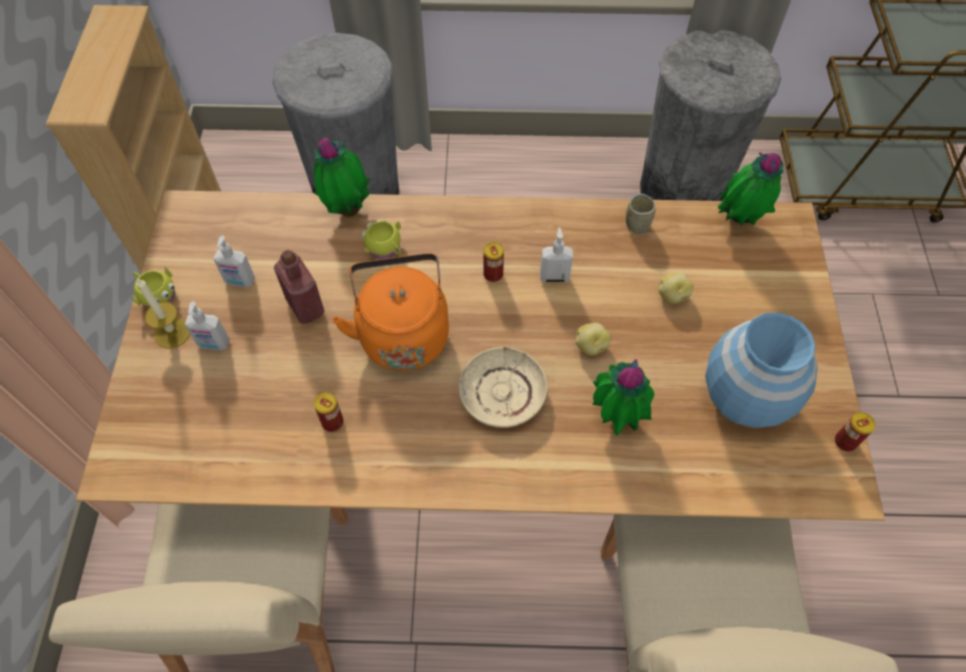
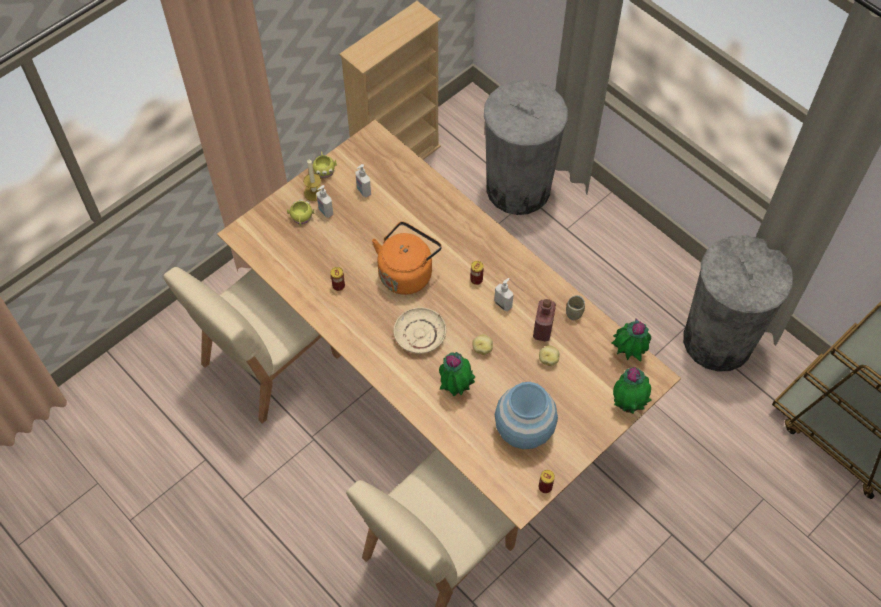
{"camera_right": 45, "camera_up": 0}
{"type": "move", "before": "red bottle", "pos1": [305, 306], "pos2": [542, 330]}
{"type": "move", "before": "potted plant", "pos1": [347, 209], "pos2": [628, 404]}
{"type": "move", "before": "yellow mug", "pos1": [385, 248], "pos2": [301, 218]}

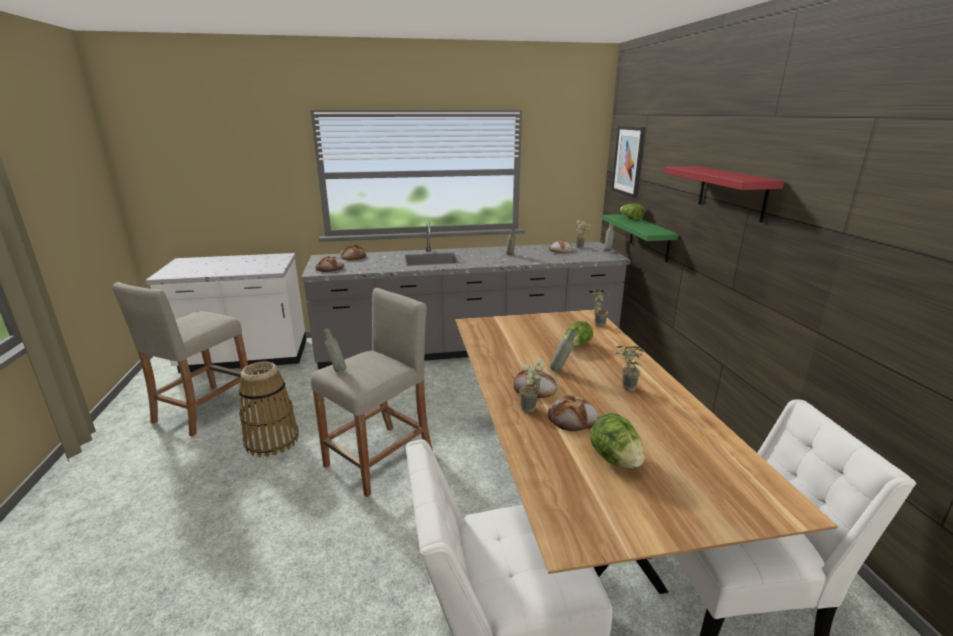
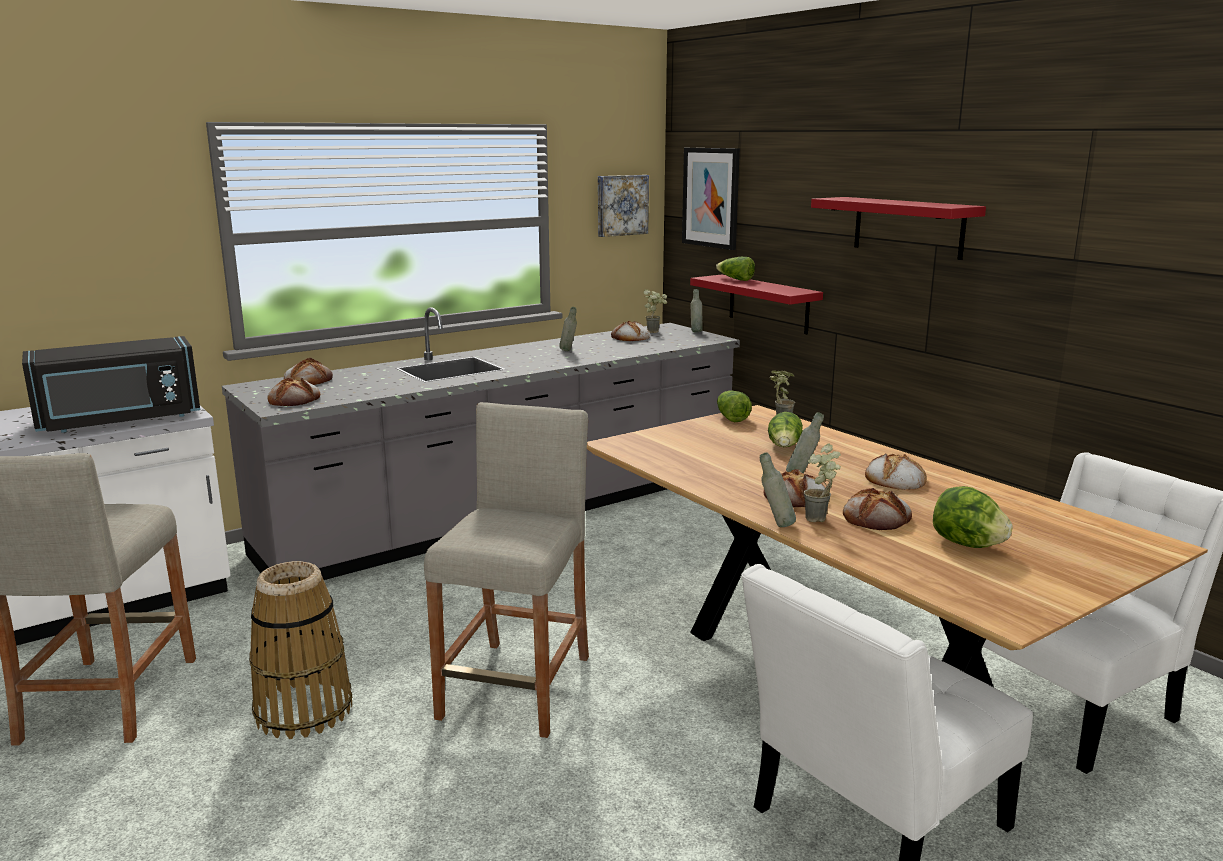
{"camera_right": -25, "camera_up": -5}
{"type": "move", "before": "grey bottle", "pos1": [336, 370], "pos2": [775, 525]}
{"type": "recolor", "before": "green shelf", "after": "red shelf", "pos1": [649, 237], "pos2": [768, 304]}
{"type": "replace", "before": "potted plant", "after": "bread", "pos1": [624, 388], "pos2": [894, 480]}
{"type": "insert", "after": "black microwave", "pos2": [120, 421]}
{"type": "insert", "after": "picture", "pos2": [621, 205]}
{"type": "insert", "after": "lettuce", "pos2": [731, 417]}

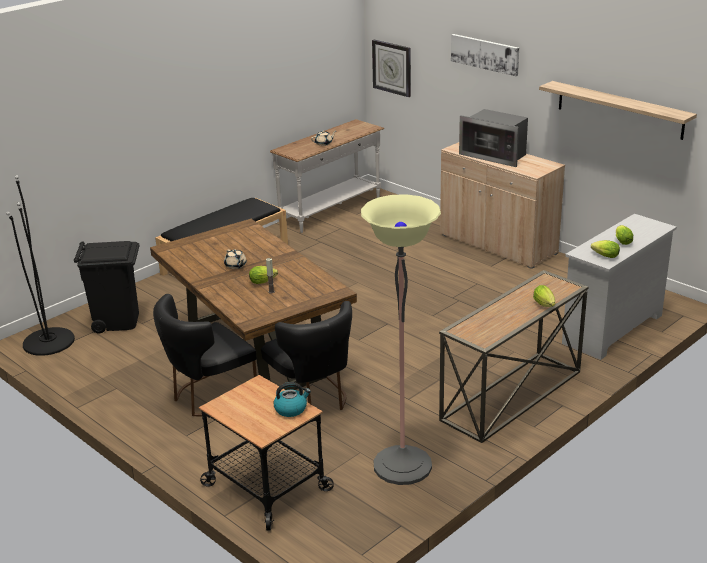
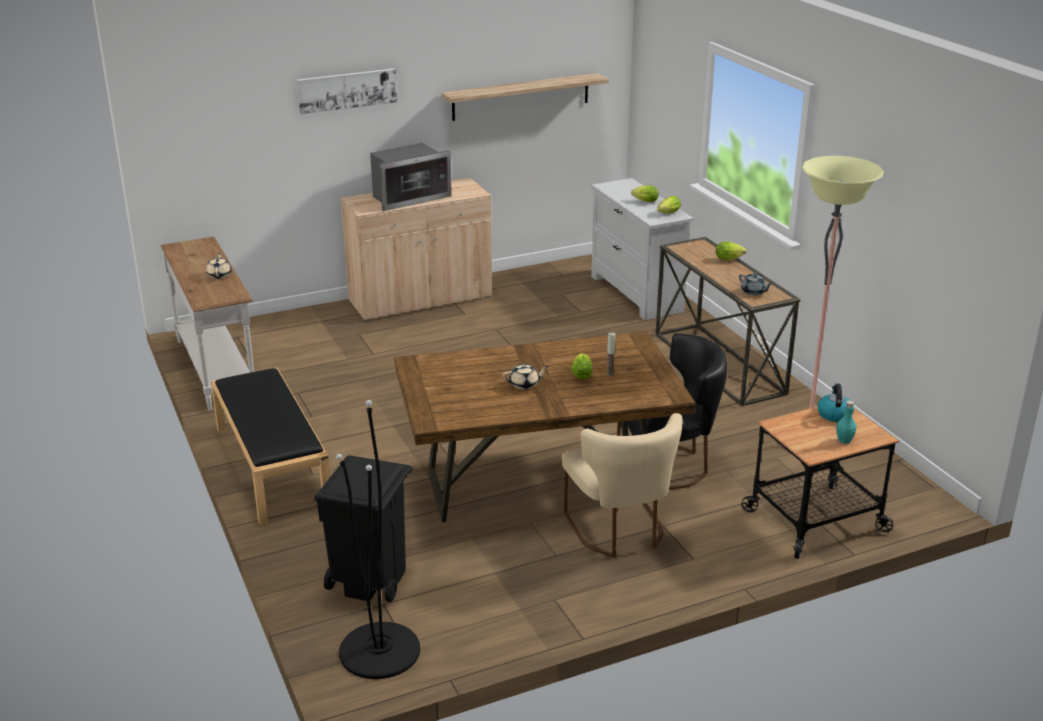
{"camera_right": -70, "camera_up": 0}
{"type": "recolor", "before": "black chair", "after": "beige chair", "pos1": [208, 397], "pos2": [620, 531]}
{"type": "delete", "before": "wall clock", "pos1": [392, 67]}
{"type": "insert", "after": "grey teapot", "pos2": [753, 292]}
{"type": "insert", "after": "turquoise bottle", "pos2": [844, 440]}

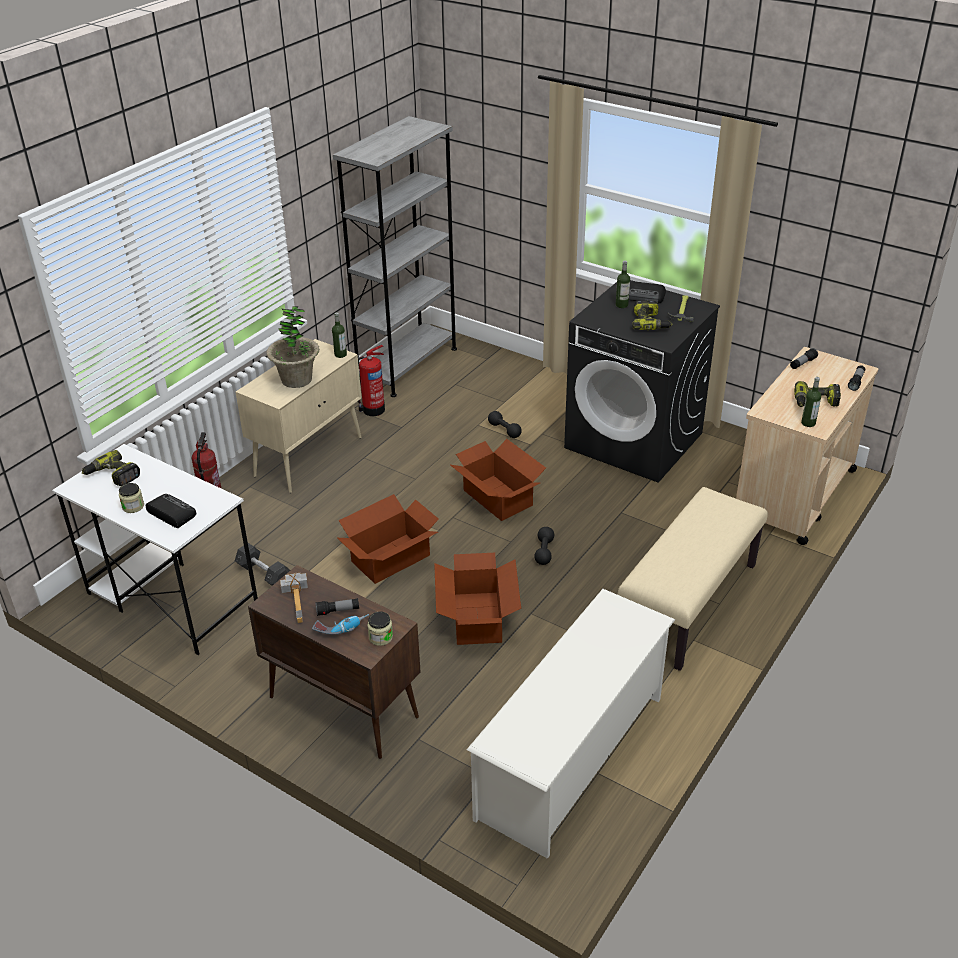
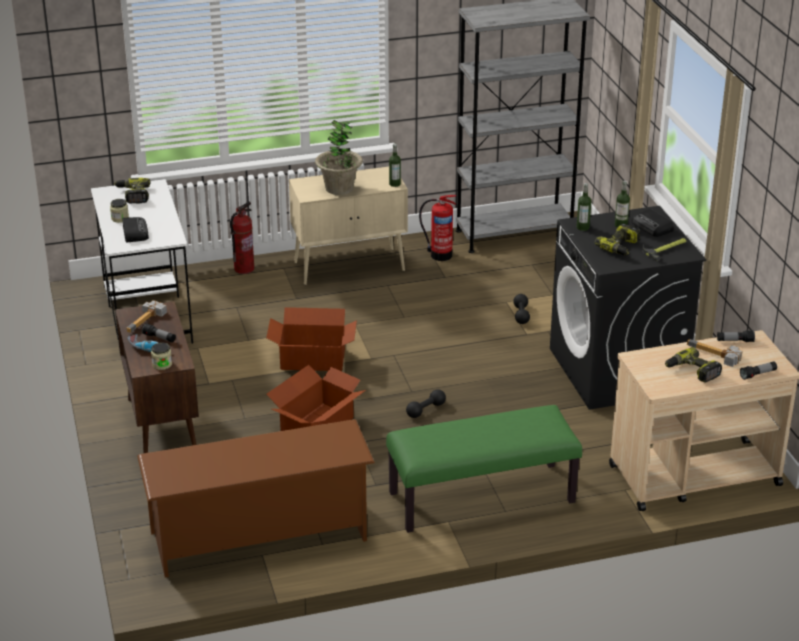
{"camera_right": 40, "camera_up": -5}
{"type": "delete", "before": "grey dumbbell", "pos1": [263, 574]}
{"type": "delete", "before": "cardboard box", "pos1": [498, 497]}
{"type": "recolor", "before": "white shoe rack", "after": "brown shoe rack", "pos1": [572, 756], "pos2": [259, 536]}
{"type": "recolor", "before": "beige bench", "after": "green bench", "pos1": [689, 604], "pos2": [481, 498]}
{"type": "move", "before": "bottle", "pos1": [808, 423], "pos2": [582, 227]}
{"type": "insert", "after": "hammer", "pos2": [713, 356]}

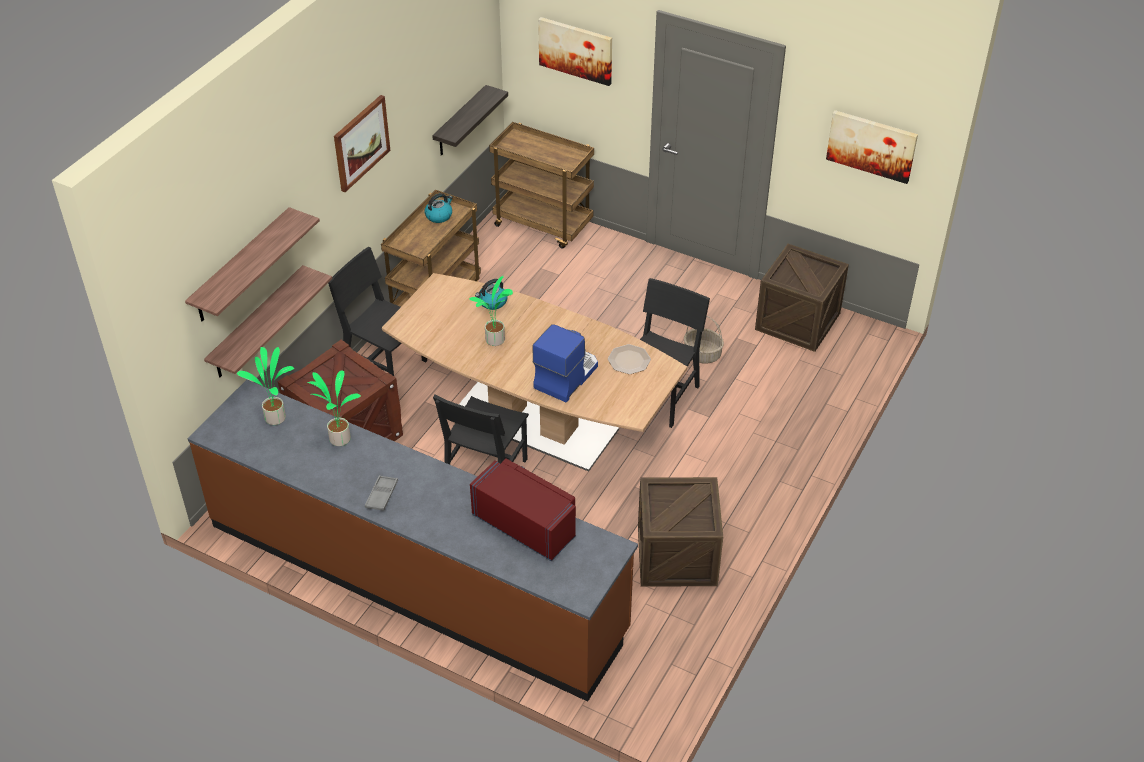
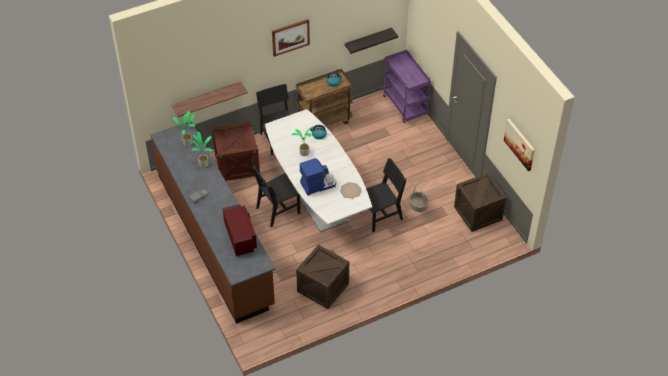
{"camera_right": 35, "camera_up": 5}
{"type": "delete", "before": "shelf", "pos1": [241, 266]}
{"type": "recolor", "before": "brown dining table", "after": "white dining table", "pos1": [533, 422], "pos2": [317, 198]}
{"type": "recolor", "before": "brown cart", "after": "purple cart", "pos1": [544, 225], "pos2": [405, 106]}
{"type": "delete", "before": "picture", "pos1": [576, 50]}

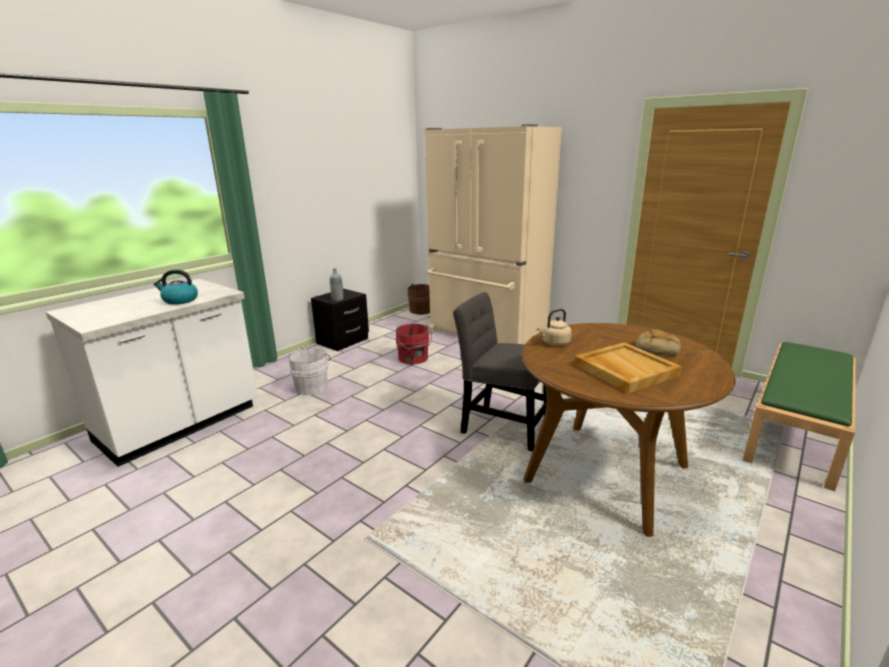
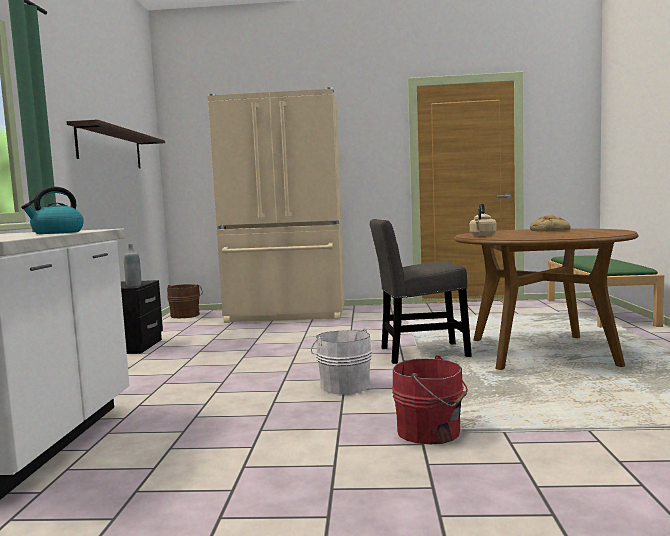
{"camera_right": -35, "camera_up": -15}
{"type": "move", "before": "white bucket", "pos1": [312, 386], "pos2": [344, 385]}
{"type": "move", "before": "red bucket", "pos1": [413, 358], "pos2": [431, 432]}
{"type": "delete", "before": "beige tray", "pos1": [624, 369]}
{"type": "insert", "after": "shelf", "pos2": [110, 148]}

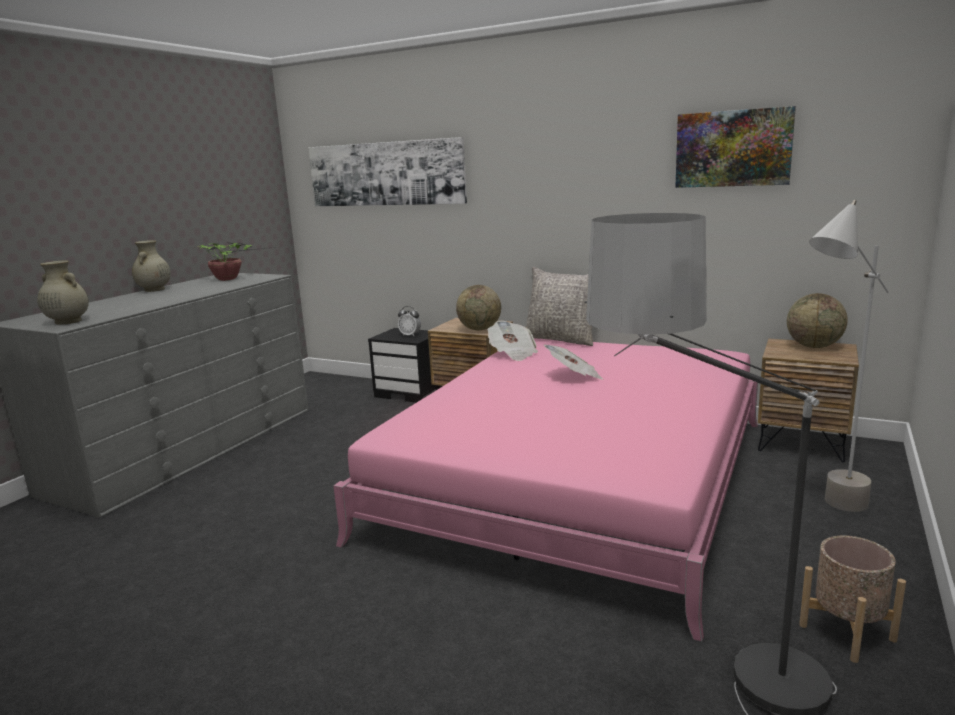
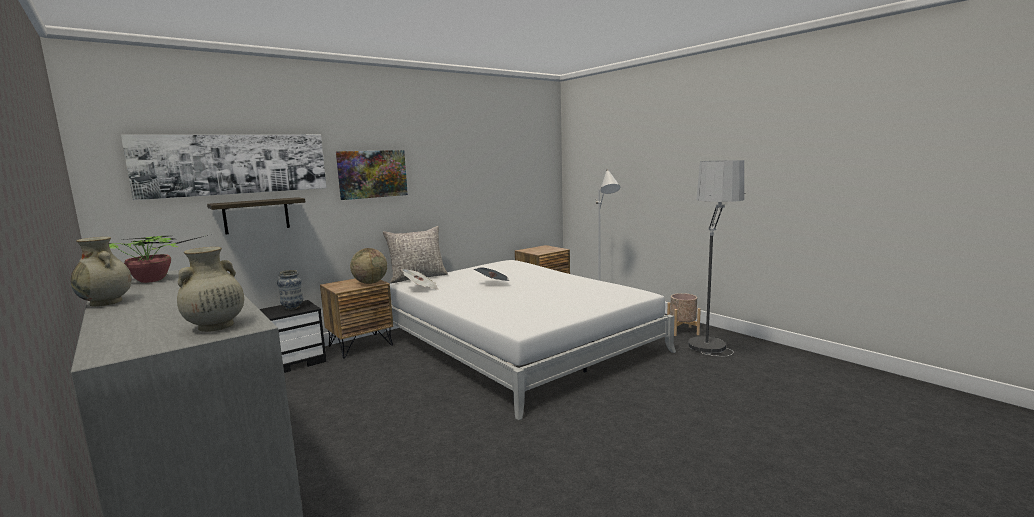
{"camera_right": -65, "camera_up": -5}
{"type": "recolor", "before": "pink bed", "after": "white bed", "pos1": [578, 477], "pos2": [516, 342]}
{"type": "replace", "before": "alarm clock", "after": "vase", "pos1": [410, 335], "pos2": [292, 308]}
{"type": "move", "before": "picture", "pos1": [733, 148], "pos2": [372, 174]}
{"type": "delete", "before": "globe", "pos1": [814, 346]}
{"type": "insert", "after": "shelf", "pos2": [256, 215]}

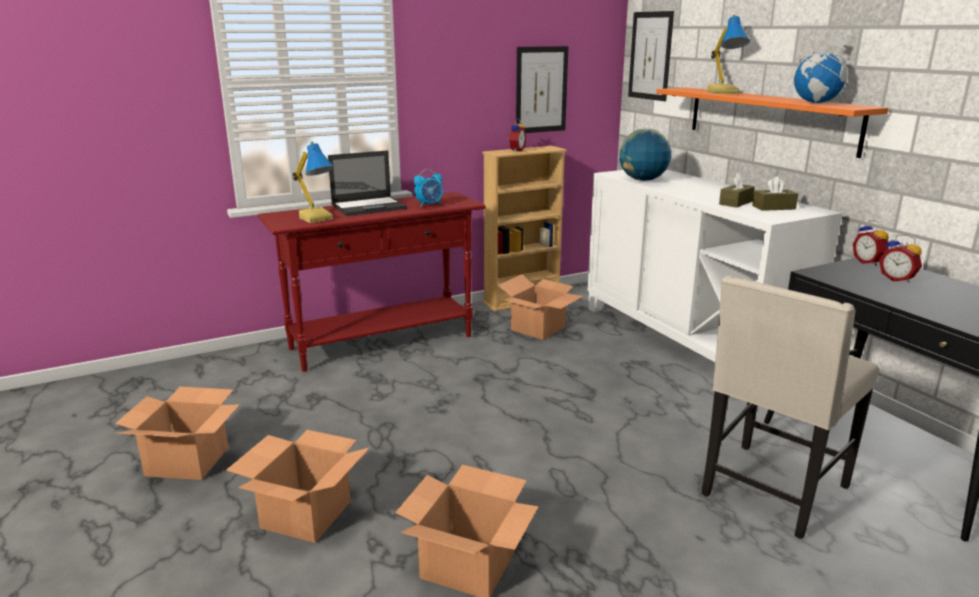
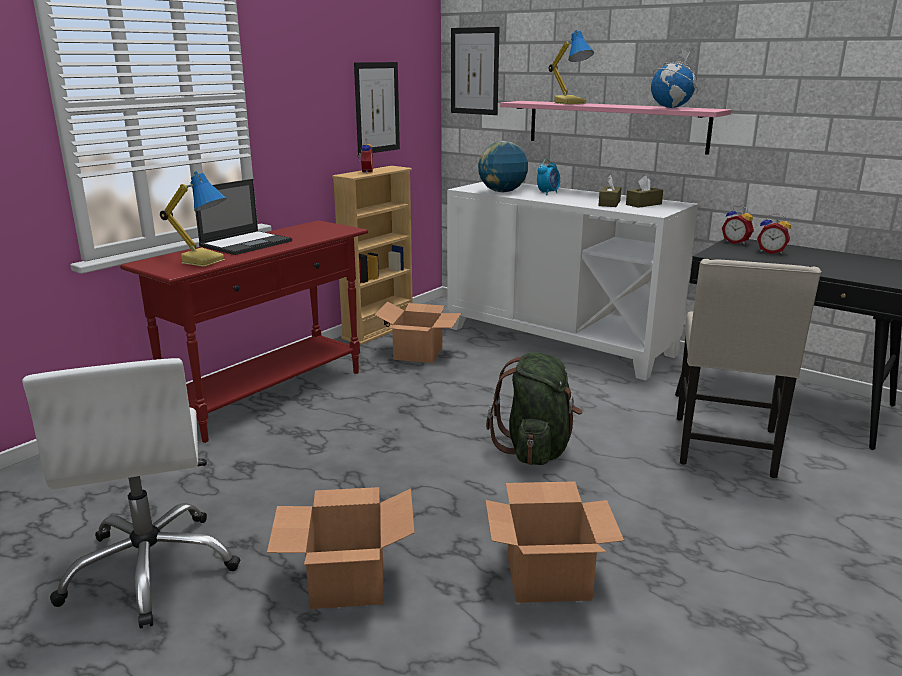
{"camera_right": -25, "camera_up": 0}
{"type": "replace", "before": "cardboard box", "after": "white office chair", "pos1": [186, 462], "pos2": [151, 568]}
{"type": "move", "before": "alarm clock", "pos1": [429, 205], "pos2": [548, 193]}
{"type": "recolor", "before": "orange shelf", "after": "pink shelf", "pos1": [769, 119], "pos2": [615, 126]}
{"type": "insert", "after": "green backpack", "pos2": [536, 449]}

